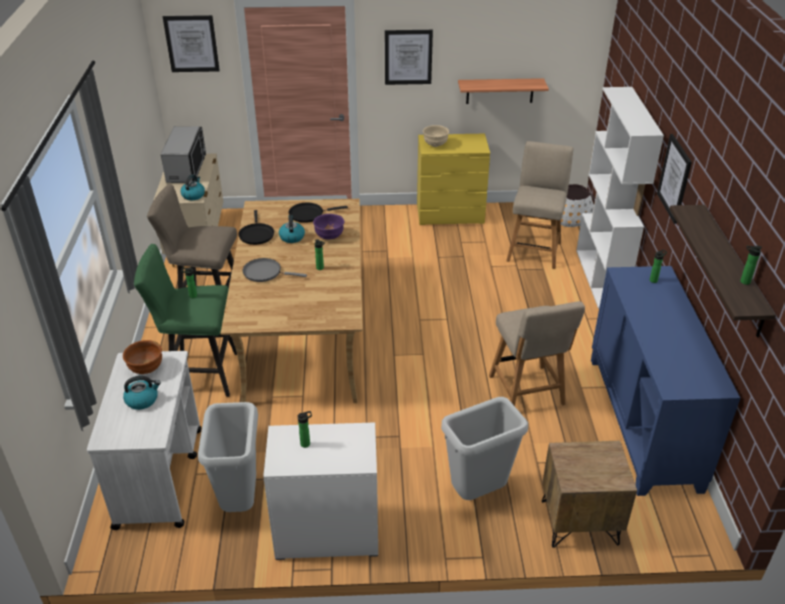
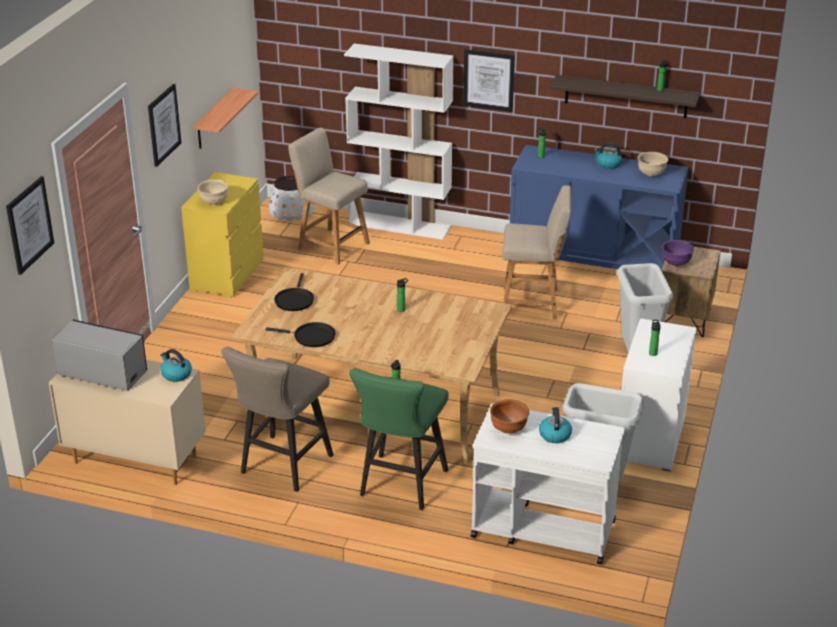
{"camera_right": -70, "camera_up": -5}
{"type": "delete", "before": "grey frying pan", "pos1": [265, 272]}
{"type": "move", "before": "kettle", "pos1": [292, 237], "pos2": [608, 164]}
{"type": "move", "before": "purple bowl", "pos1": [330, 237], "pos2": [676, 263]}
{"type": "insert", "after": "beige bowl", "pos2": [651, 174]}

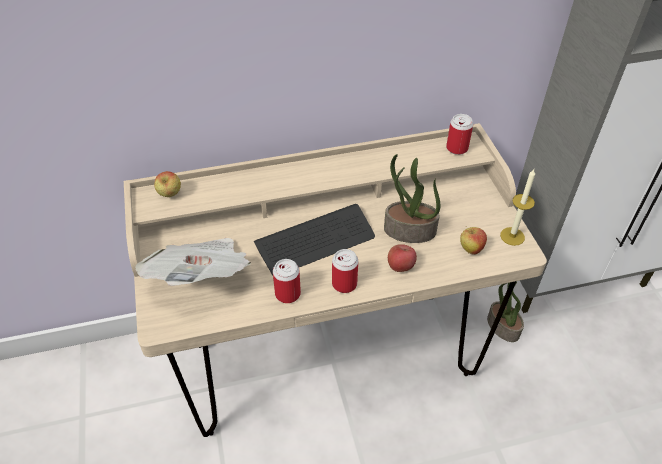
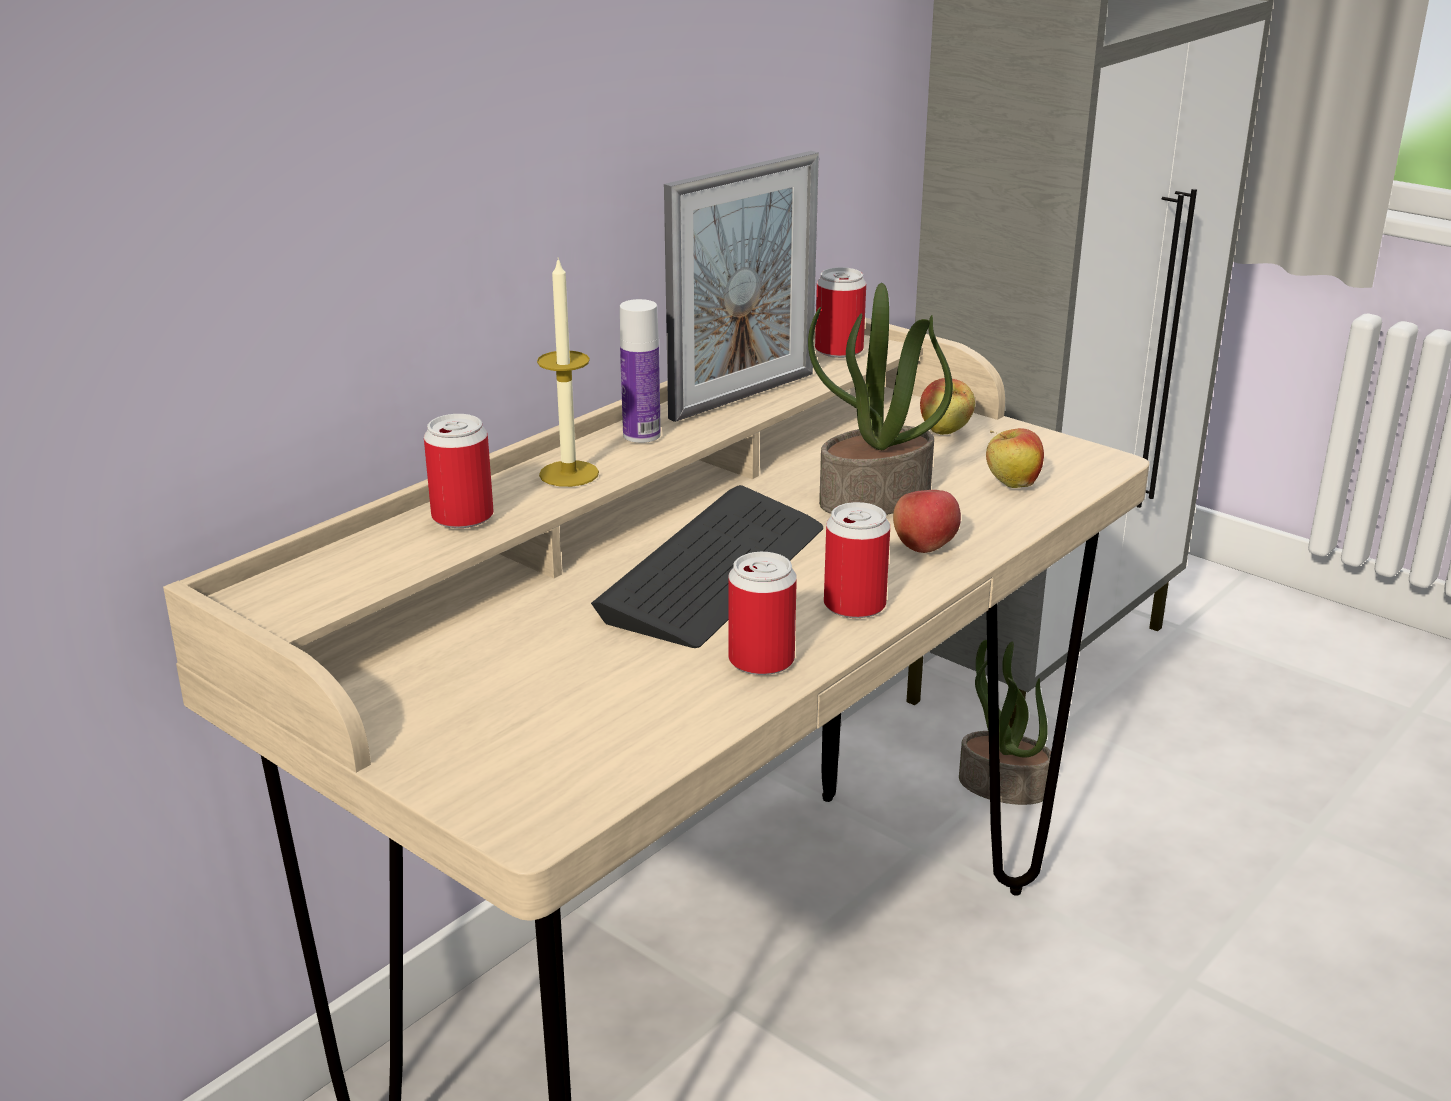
{"camera_right": -35, "camera_up": -20}
{"type": "delete", "before": "newspaper", "pos1": [202, 278]}
{"type": "move", "before": "apple", "pos1": [170, 195], "pos2": [945, 433]}
{"type": "move", "before": "candle", "pos1": [512, 236], "pos2": [569, 474]}
{"type": "insert", "after": "can", "pos2": [462, 517]}
{"type": "insert", "after": "bottle", "pos2": [641, 435]}
{"type": "insert", "after": "picture frame", "pos2": [743, 396]}

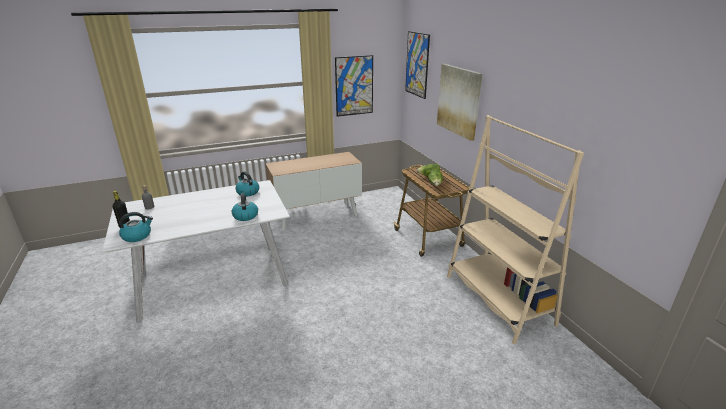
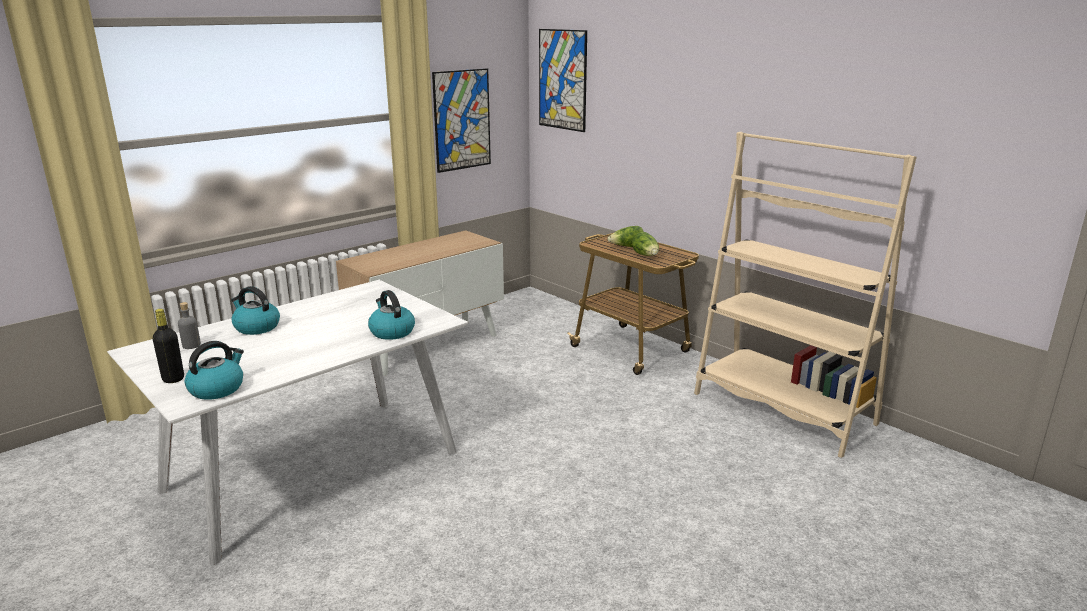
{"camera_right": -20, "camera_up": -5}
{"type": "move", "before": "kettle", "pos1": [247, 192], "pos2": [256, 327]}
{"type": "delete", "before": "picture", "pos1": [459, 101]}

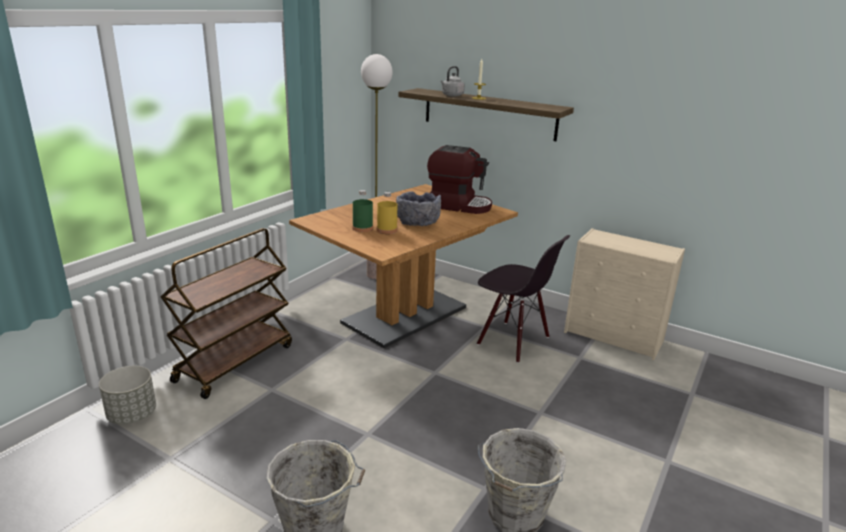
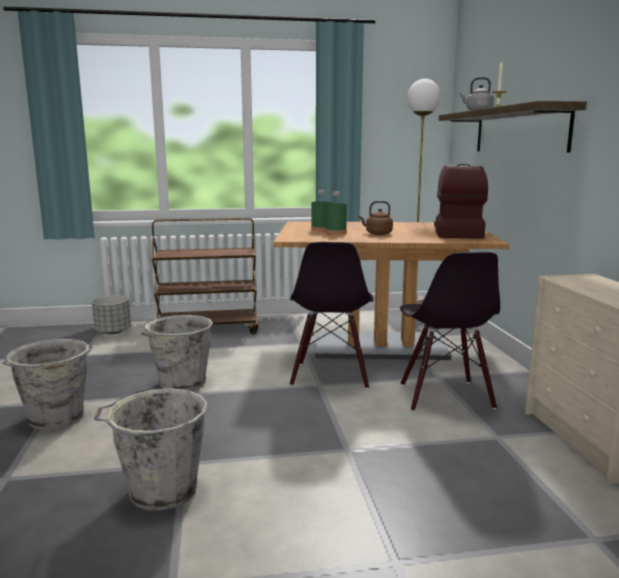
{"camera_right": 50, "camera_up": -10}
{"type": "recolor", "before": "yellow bottle", "after": "green bottle", "pos1": [387, 230], "pos2": [336, 233]}
{"type": "replace", "before": "grey bowl", "after": "brown kettle", "pos1": [417, 222], "pos2": [377, 234]}
{"type": "rotate", "before": "coffee machine", "pos1": [459, 205], "pos2": [456, 233], "turn": -150}
{"type": "insert", "after": "grey bucket", "pos2": [181, 383]}
{"type": "insert", "after": "black chair", "pos2": [330, 375]}

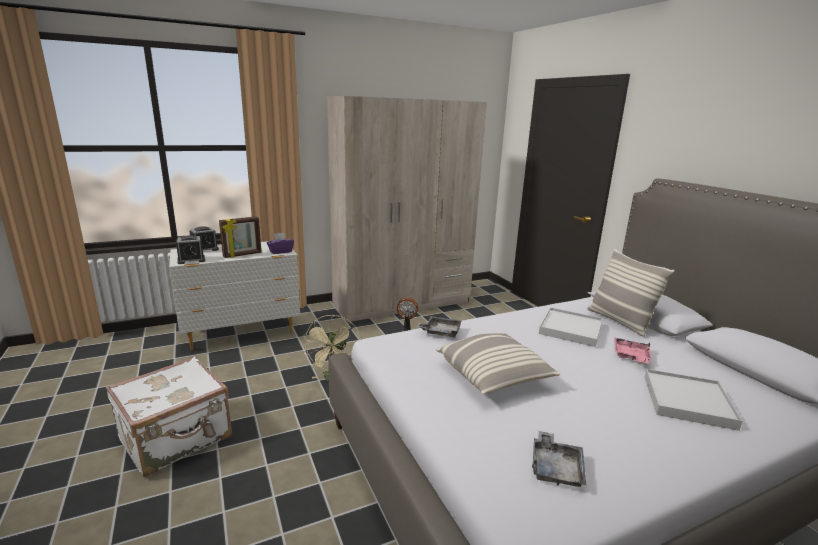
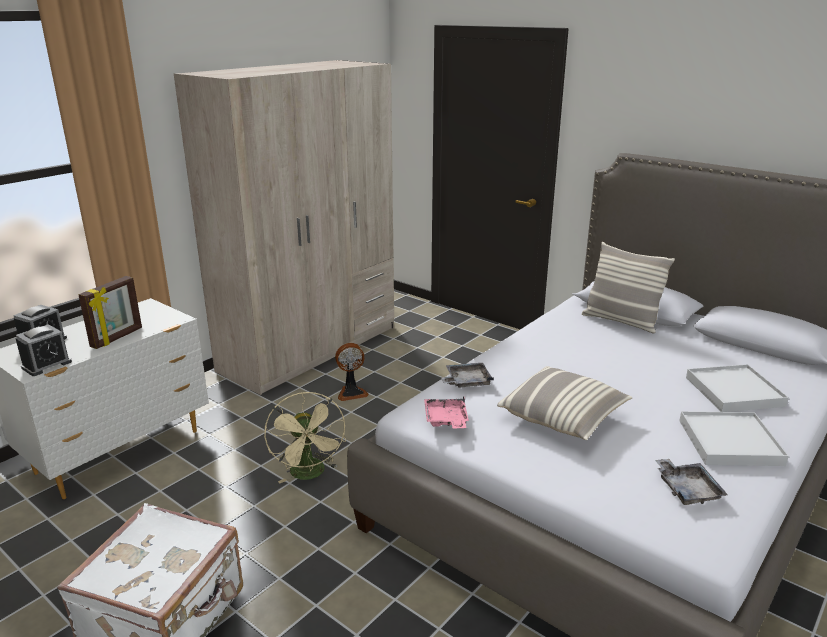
{"camera_right": -25, "camera_up": 5}
{"type": "delete", "before": "purple tissue box", "pos1": [280, 251]}
{"type": "move", "before": "white tray", "pos1": [570, 329], "pos2": [729, 442]}
{"type": "move", "before": "pink tray", "pos1": [631, 356], "pos2": [446, 420]}

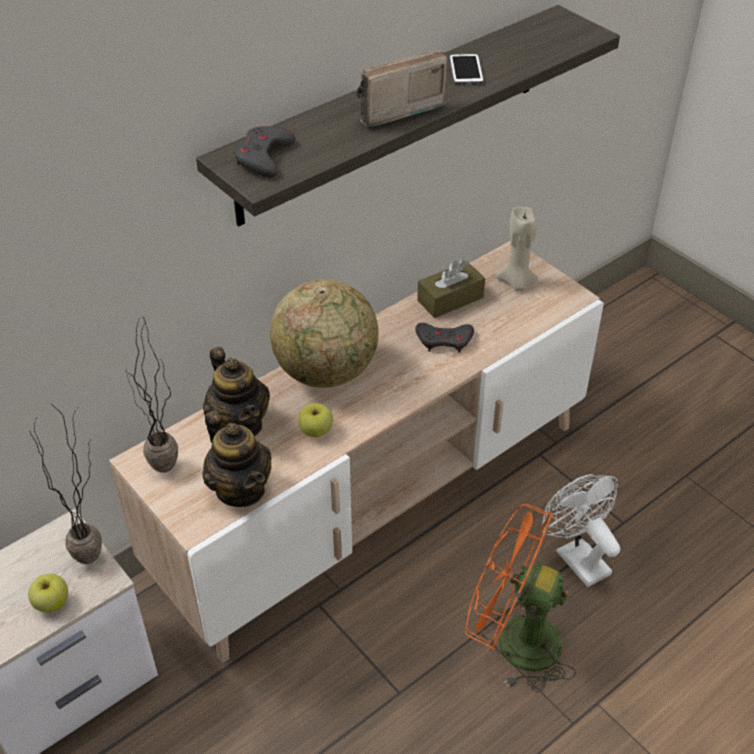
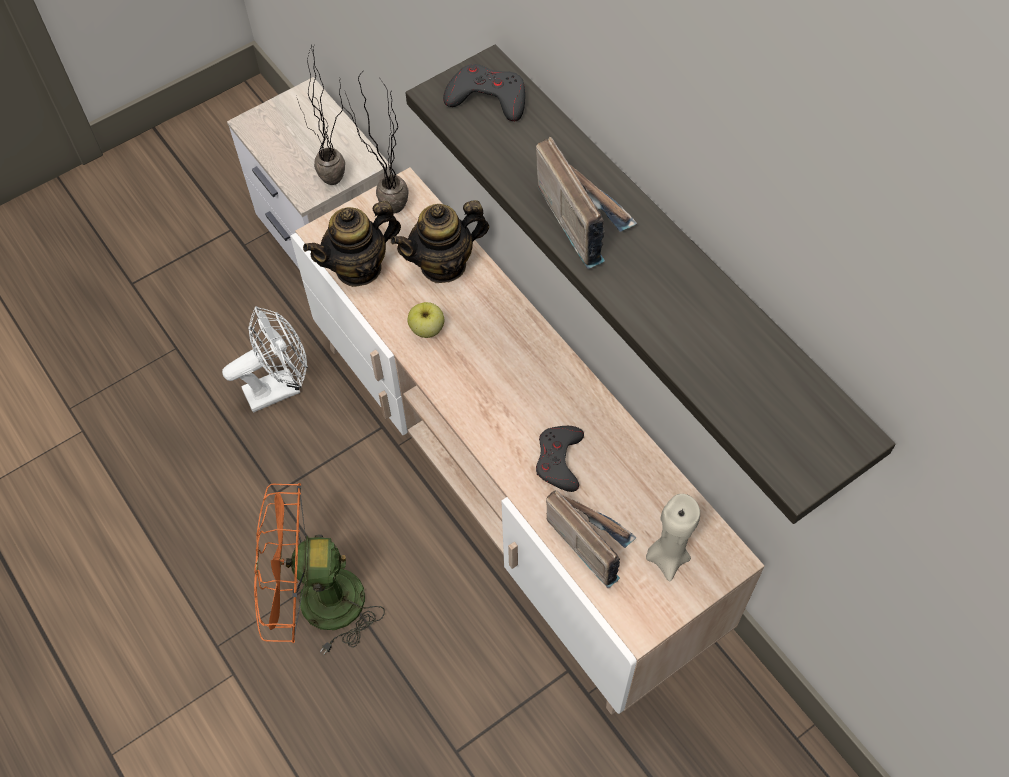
{"camera_right": 95, "camera_up": 15}
{"type": "delete", "before": "apple", "pos1": [51, 603]}
{"type": "delete", "before": "globe", "pos1": [326, 372]}
{"type": "delete", "before": "brown tissue box", "pos1": [450, 299]}
{"type": "delete", "before": "phone", "pos1": [466, 70]}
{"type": "rotate", "before": "orange fan", "pos1": [514, 640], "pos2": [316, 603], "turn": -120}
{"type": "move", "before": "white fan", "pos1": [576, 557], "pos2": [280, 387]}
{"type": "insert", "after": "radio", "pos2": [590, 539]}

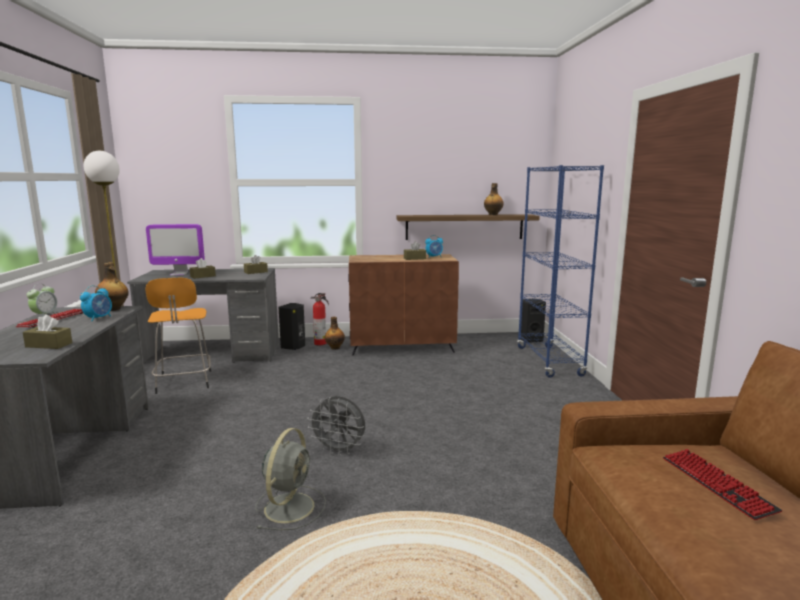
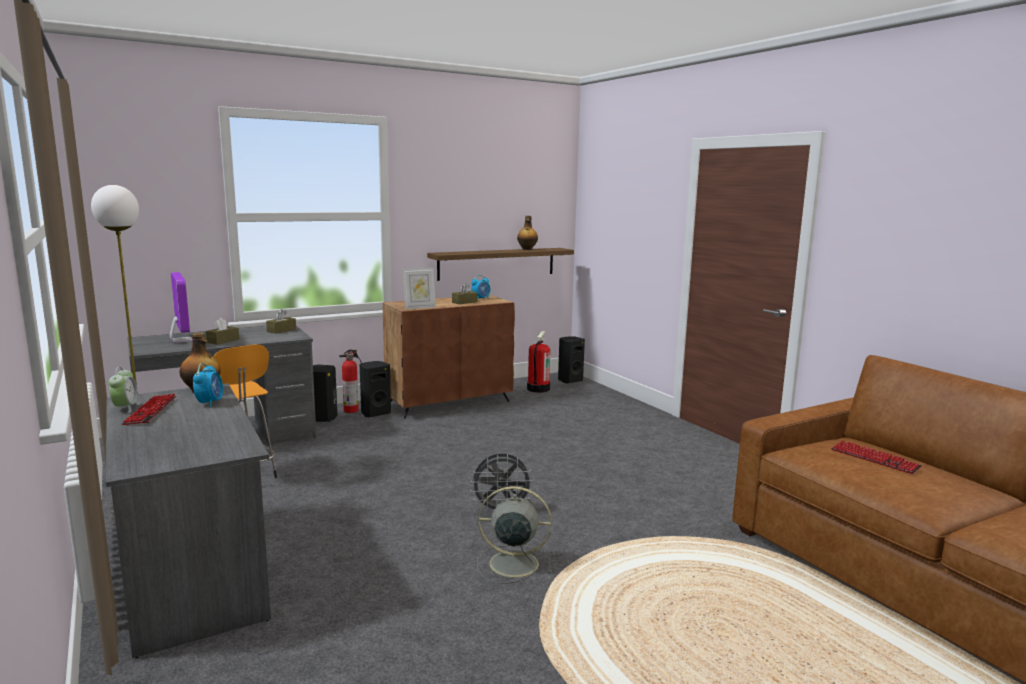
{"camera_right": -25, "camera_up": 0}
{"type": "delete", "before": "brown tissue box", "pos1": [49, 345]}
{"type": "rotate", "before": "monitor", "pos1": [179, 274], "pos2": [181, 340], "turn": -90}
{"type": "rotate", "before": "grey fan", "pos1": [290, 506], "pos2": [511, 563], "turn": -75}
{"type": "replace", "before": "bottle", "after": "black speaker", "pos1": [335, 348], "pos2": [375, 413]}
{"type": "delete", "before": "blue bookcase", "pos1": [549, 361]}
{"type": "insert", "after": "picture frame", "pos2": [419, 307]}
{"type": "insert", "after": "fire extinguisher", "pos2": [538, 389]}

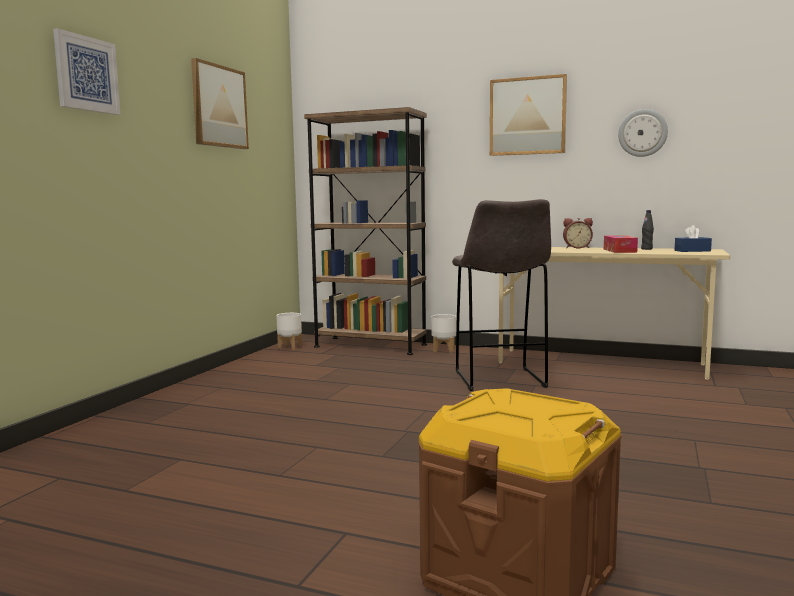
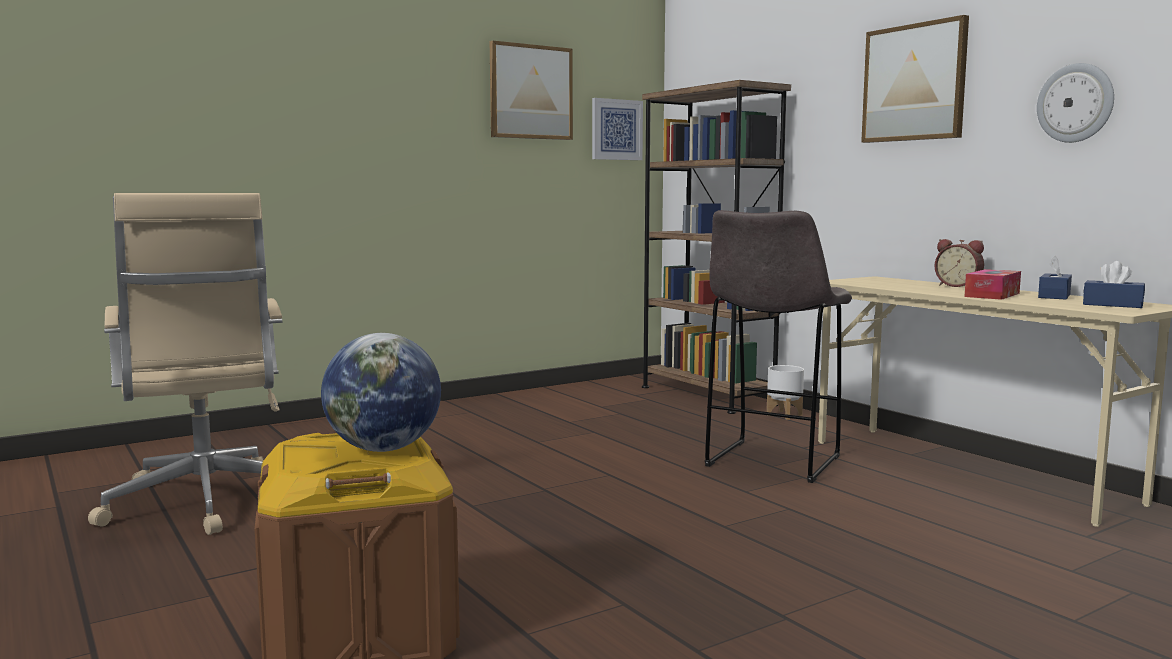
{"camera_right": 35, "camera_up": 0}
{"type": "move", "before": "picture", "pos1": [86, 74], "pos2": [616, 129]}
{"type": "delete", "before": "white planter", "pos1": [290, 347]}
{"type": "replace", "before": "black bottle", "after": "blue tissue box", "pos1": [646, 249], "pos2": [1054, 296]}
{"type": "insert", "after": "beige office chair", "pos2": [205, 503]}
{"type": "insert", "after": "globe", "pos2": [383, 449]}

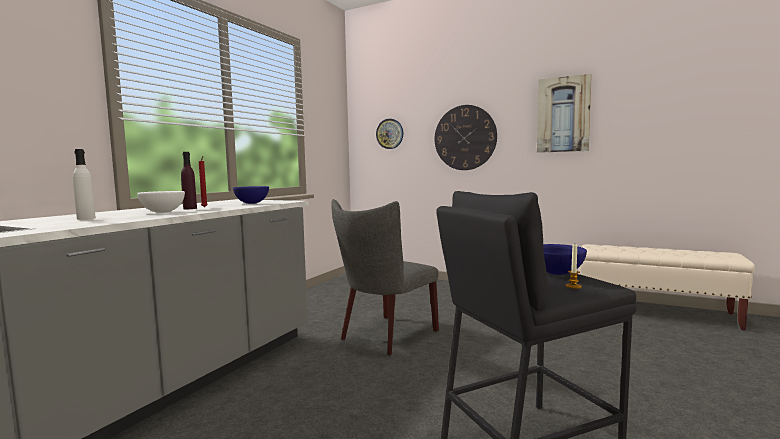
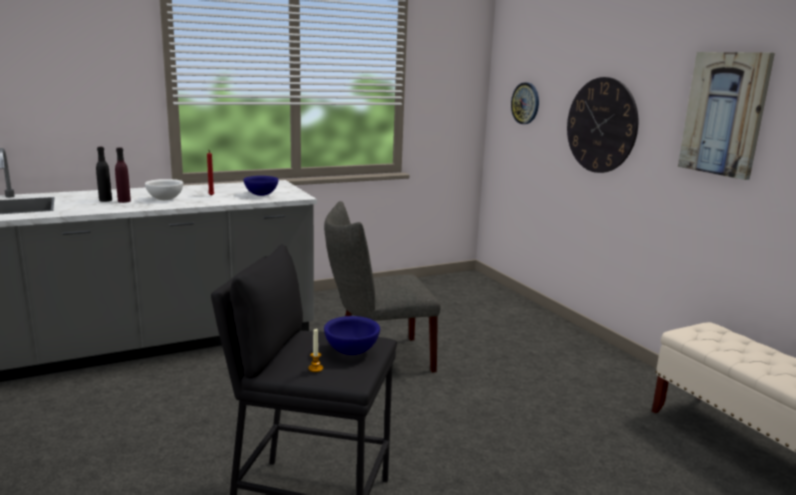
{"camera_right": 35, "camera_up": 10}
{"type": "recolor", "before": "white bottle", "after": "black bottle", "pos1": [86, 218], "pos2": [105, 200]}
{"type": "move", "before": "purple bottle", "pos1": [190, 208], "pos2": [124, 201]}

